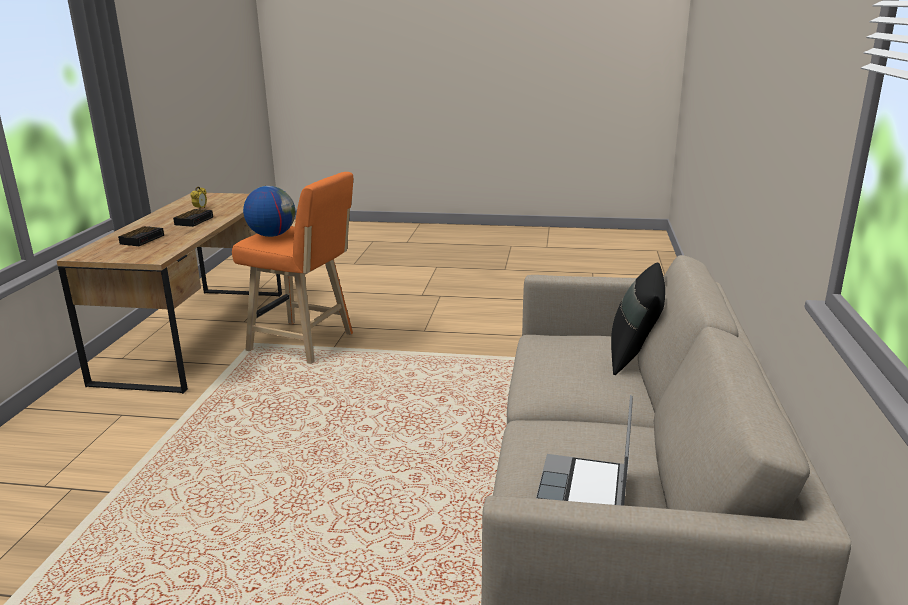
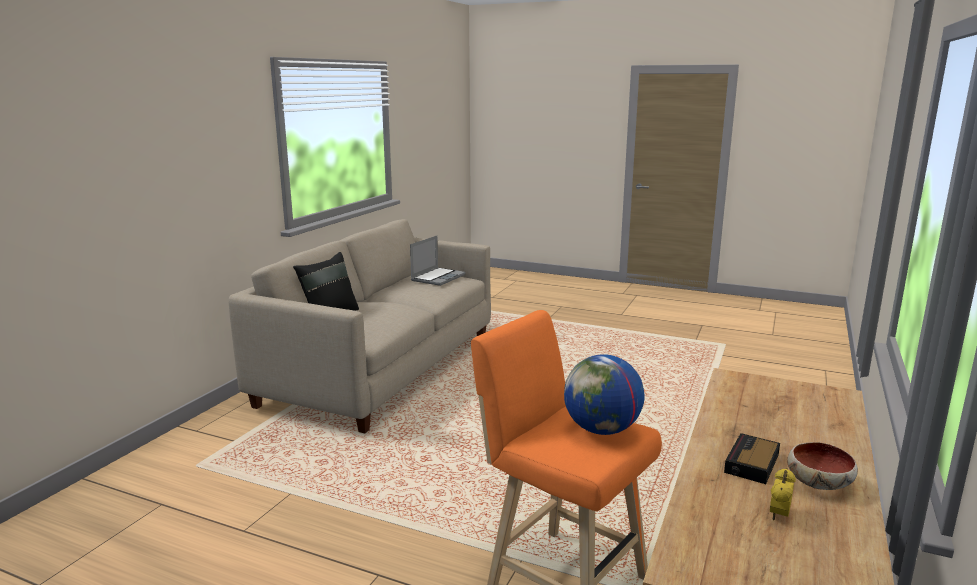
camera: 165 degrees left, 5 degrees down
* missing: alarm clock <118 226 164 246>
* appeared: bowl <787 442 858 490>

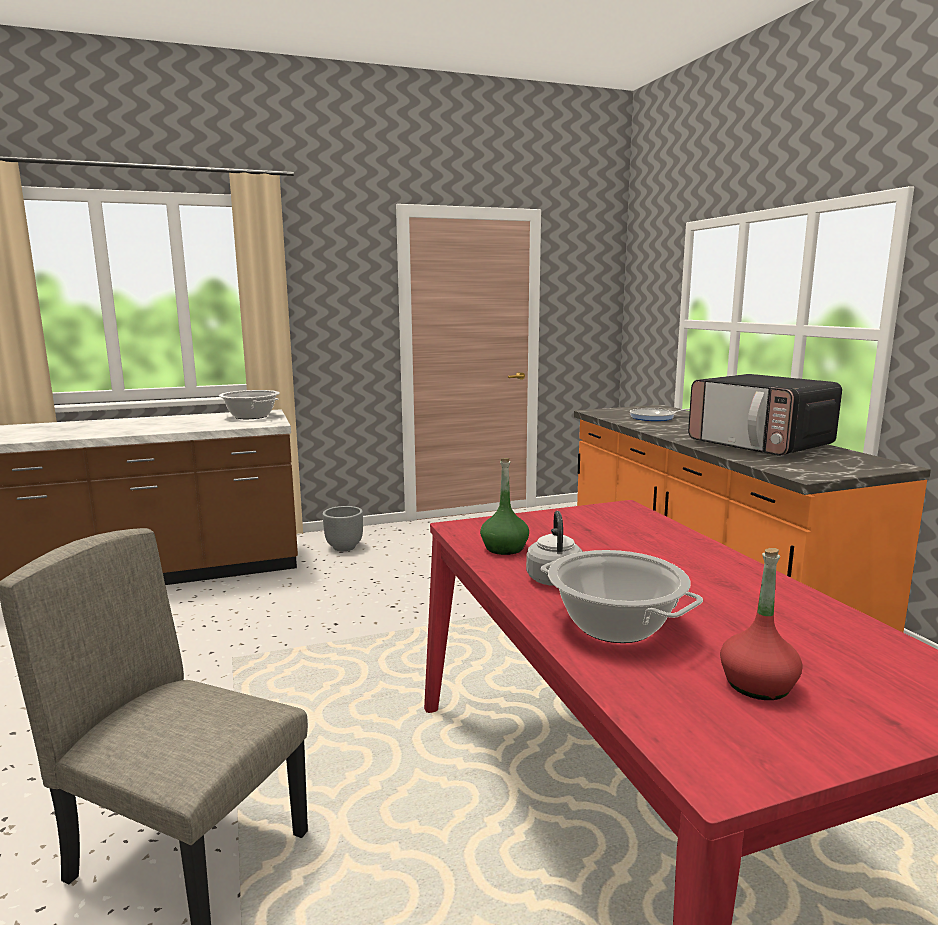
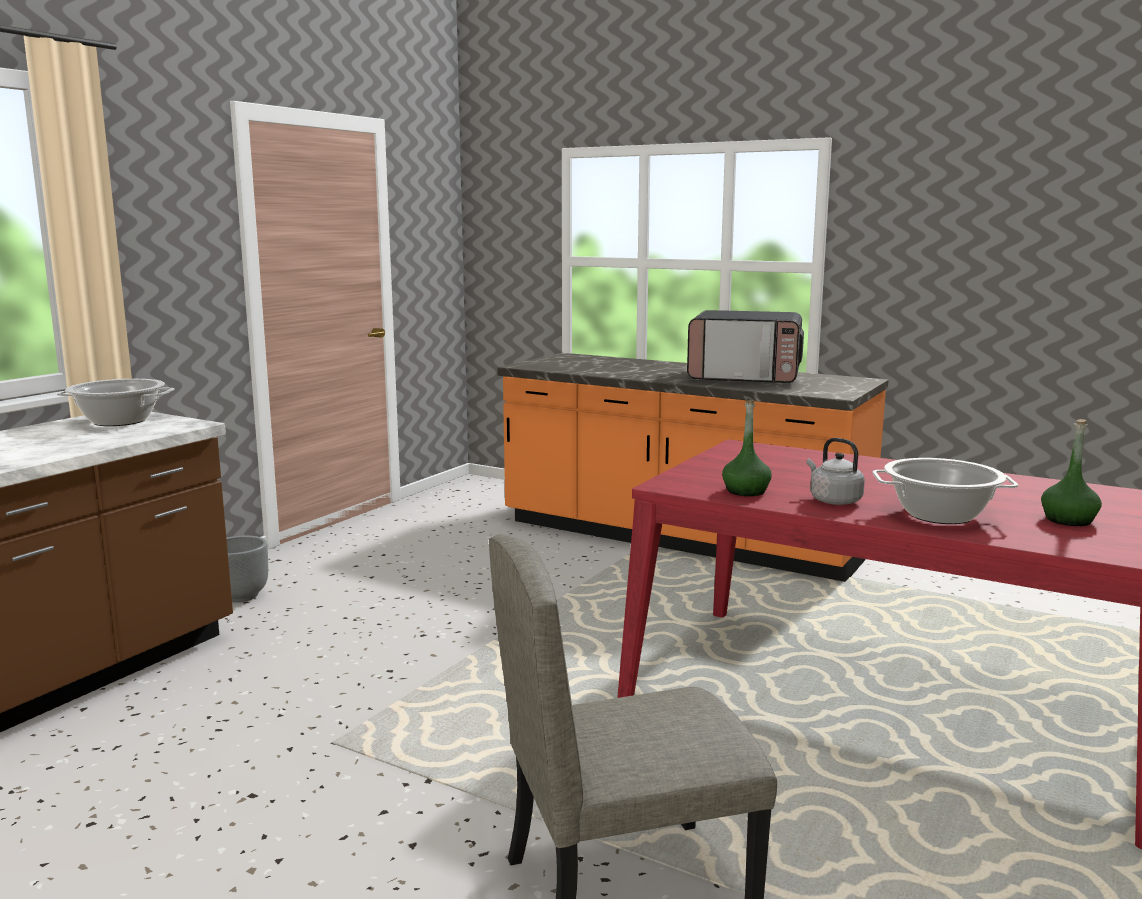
camera: 40 degrees left, 0 degrees up
* missing: frying pan <630 408 690 421>
* colour: red bottle <720 548 803 700> to green bottle <1041 419 1102 526>

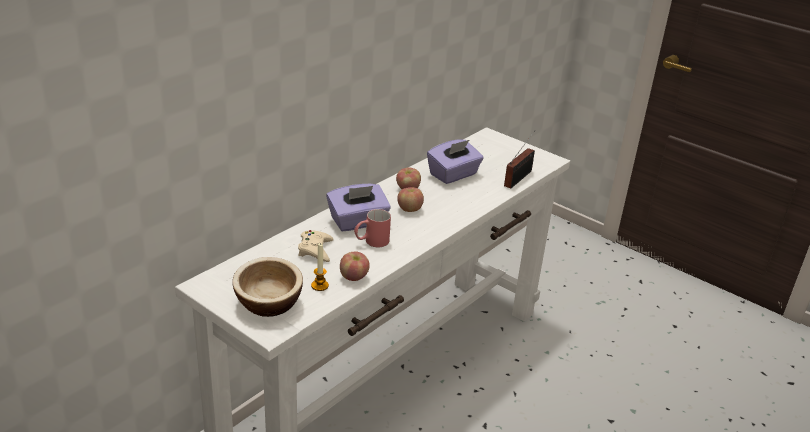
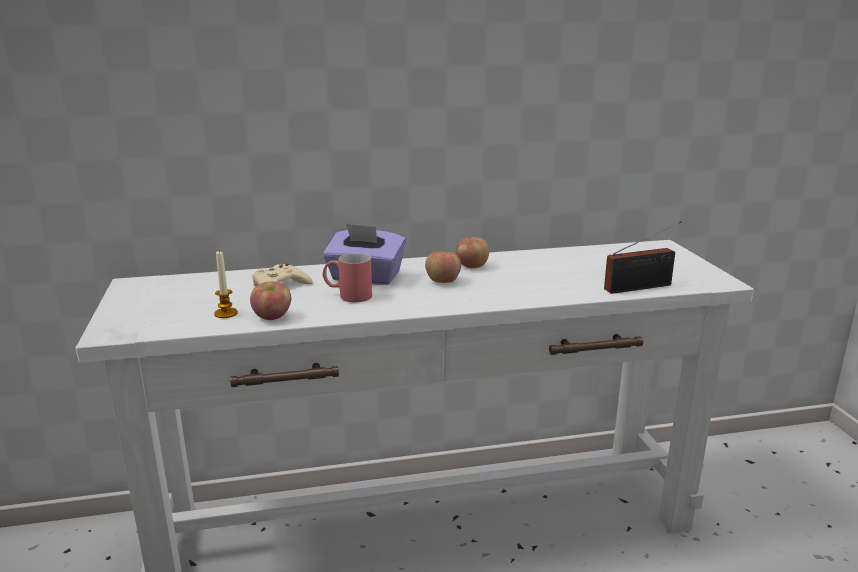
camera: 40 degrees right, 10 degrees down
* missing: purple tissue box <427 139 484 184>
* missing: bowl <232 257 303 317>

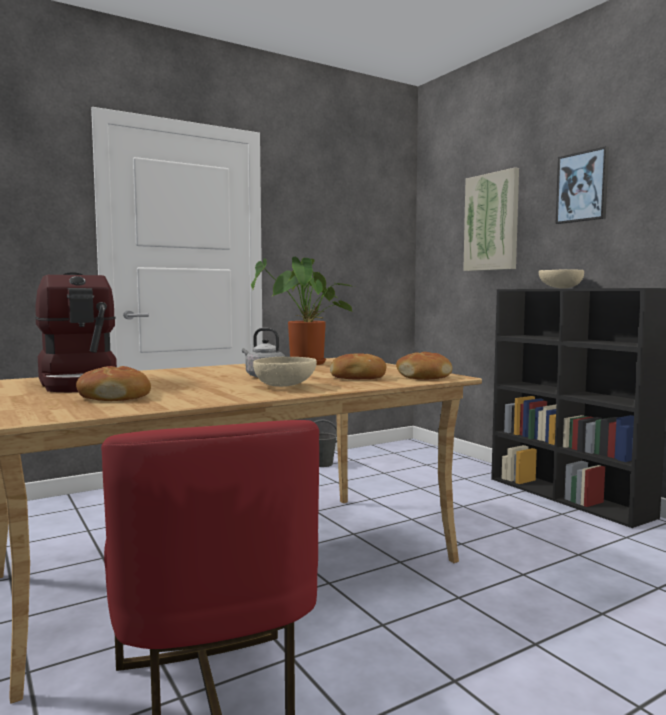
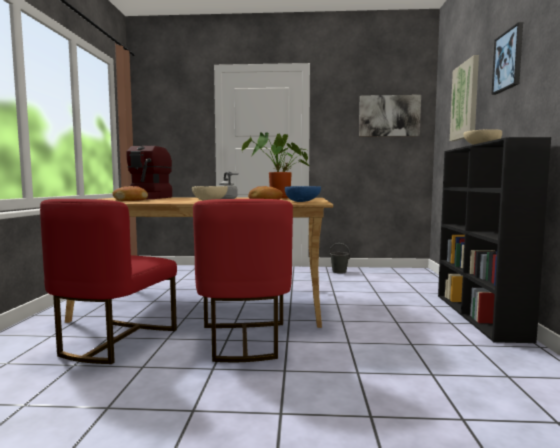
camera: 35 degrees right, 0 degrees up
* exchanged: bread <396 352 452 379> to blue bowl <285 186 321 202>
* appeared: picture <359 95 421 136>
* appeared: red chair <193 199 293 362>

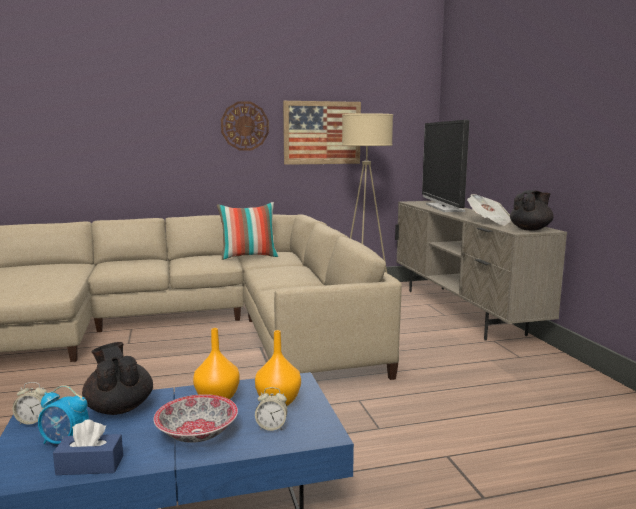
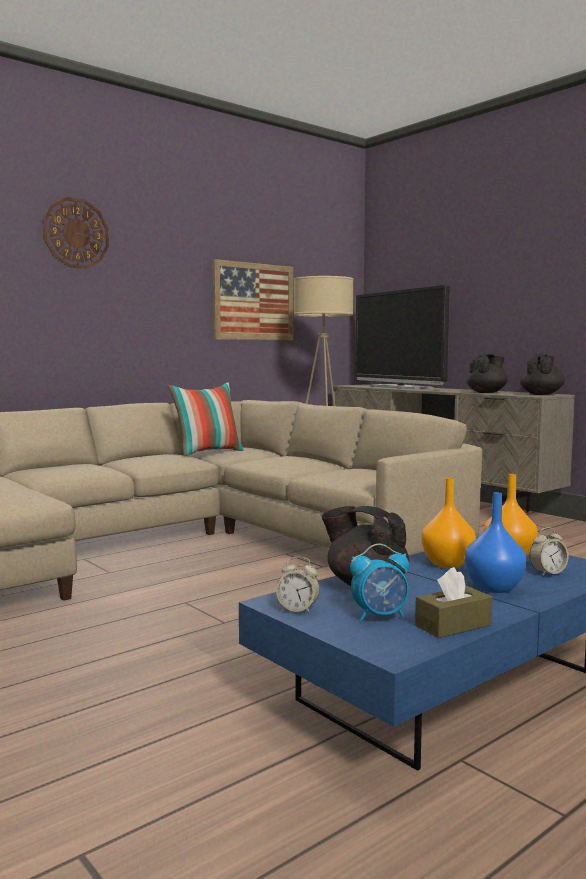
camera: 25 degrees left, 5 degrees down
* relocated: wall clock <221 101 269 150> to <43 197 109 269>
* exchanged: newspaper <467 194 511 226> to black teapot <466 354 508 393>
* spun: alarm clock <12 382 47 425> = <276 557 320 613> 45 degrees clockwise
* exchanged: bowl <153 394 238 443> to blue vase <465 492 527 593>
* colour: blue tissue box <53 419 123 475> to brown tissue box <415 567 492 638>

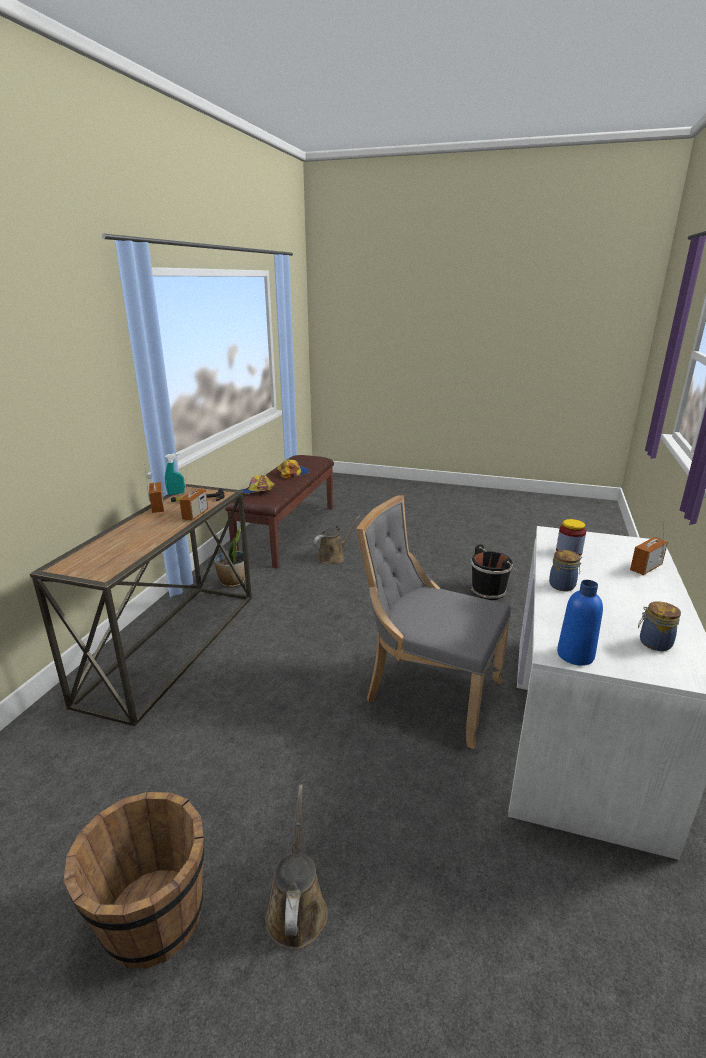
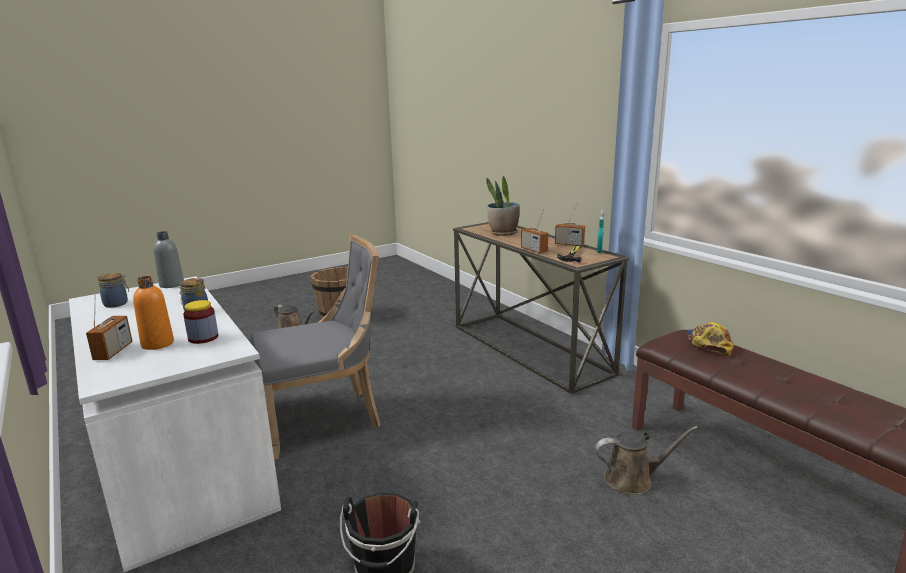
camera: 130 degrees right, 5 degrees down
* missing: cap <277 459 309 478>
* spun: brown watering can <313 516 360 564> = <595 426 699 495> 90 degrees counterclockwise
* relocated: potted plant <214 527 245 588> to <486 176 519 236>
* colour: blue bottle <557 580 603 666> to grey bottle <153 231 184 288>
* appeared: orange bottle <133 276 174 350>

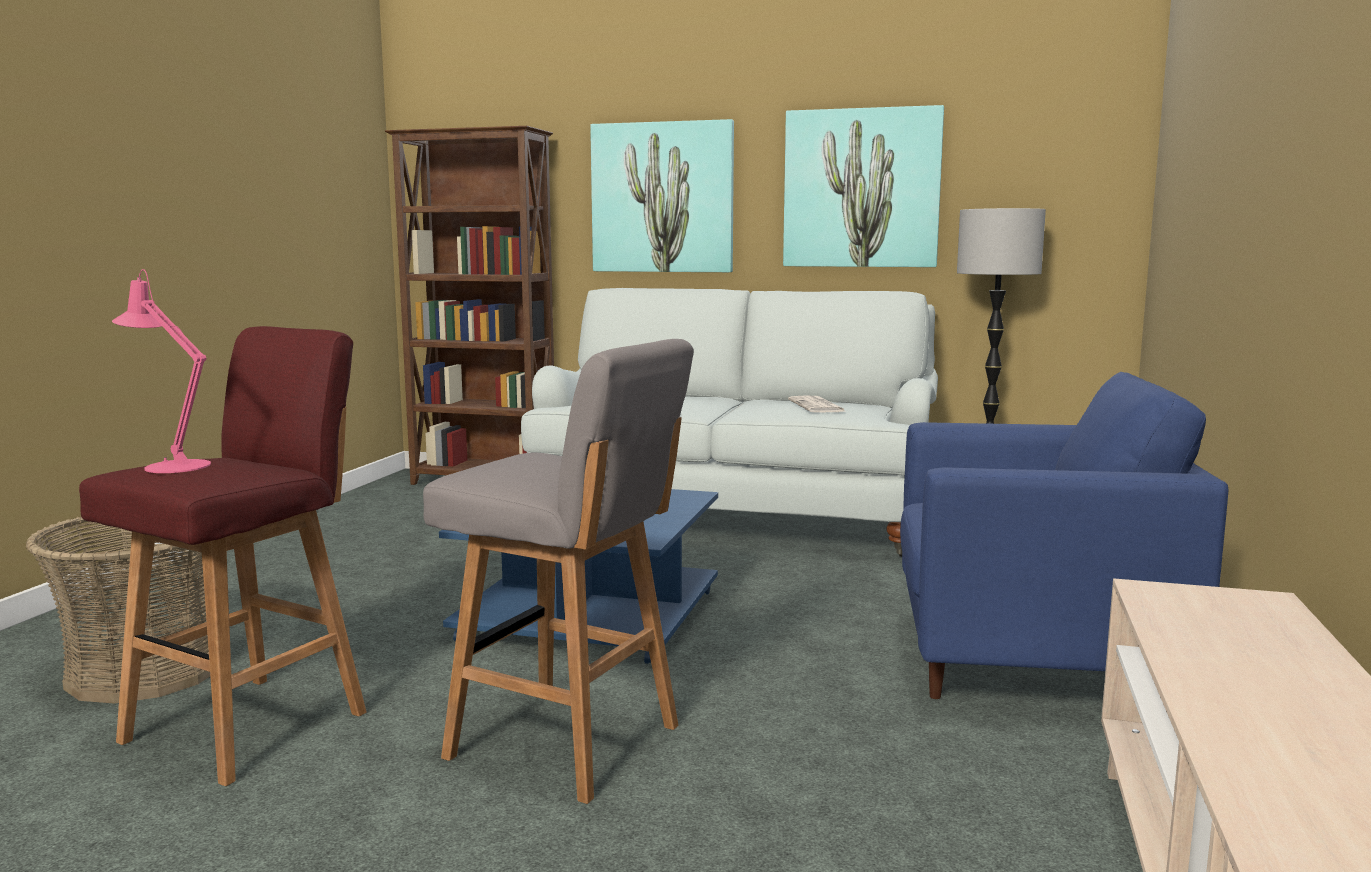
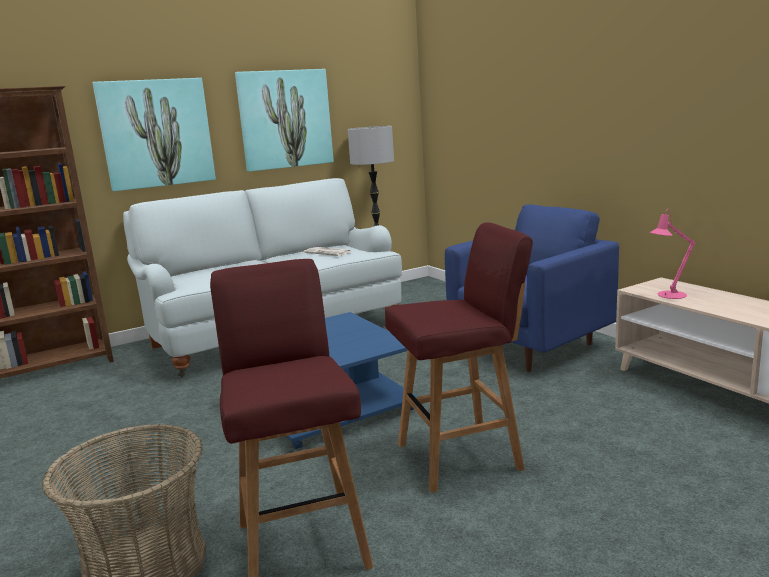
camera: 45 degrees left, 5 degrees up
* relocated: pink table lamp <112 269 211 473> to <650 209 696 299>
* colour: grey stool <423 339 694 804> to red stool <385 222 533 493>

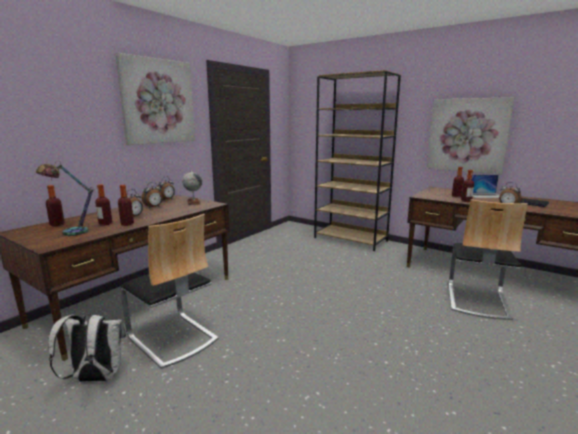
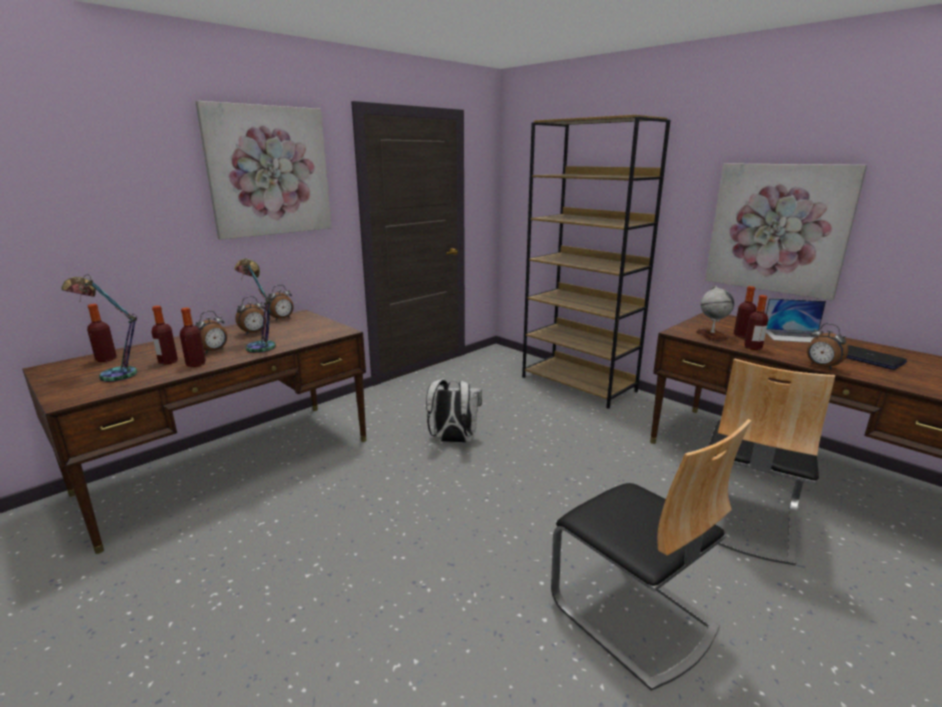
camera: 10 degrees right, 5 degrees up
* relocated: globe <182 170 202 205> to <696 286 734 341>
* relocated: chair <121 214 219 369> to <551 419 751 691>
* relocated: white backpack <48 314 126 382> to <426 379 482 443>
* appeared: table lamp <234 258 276 353>

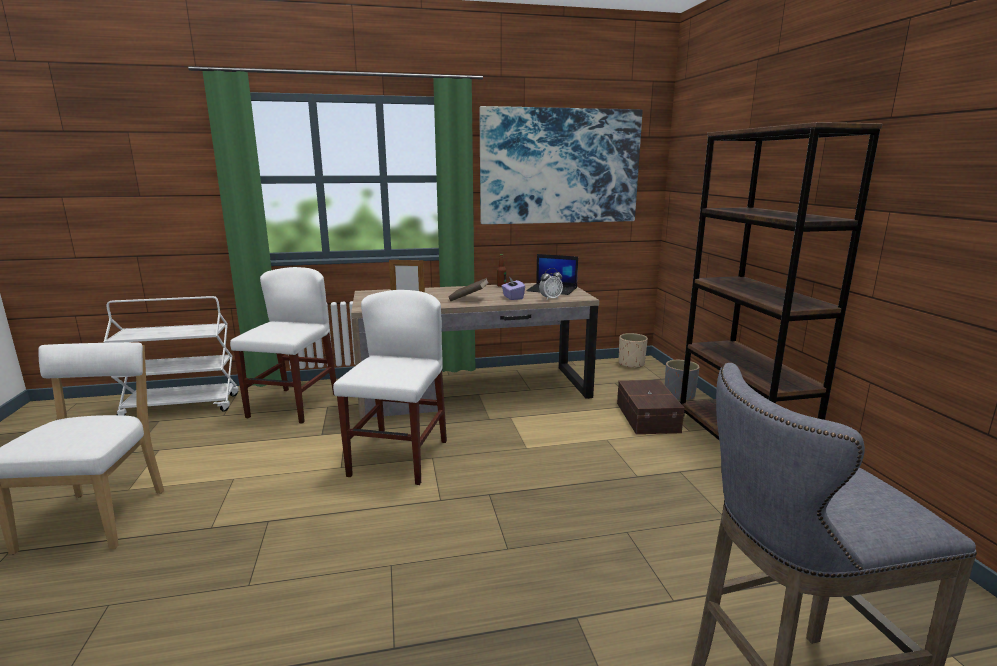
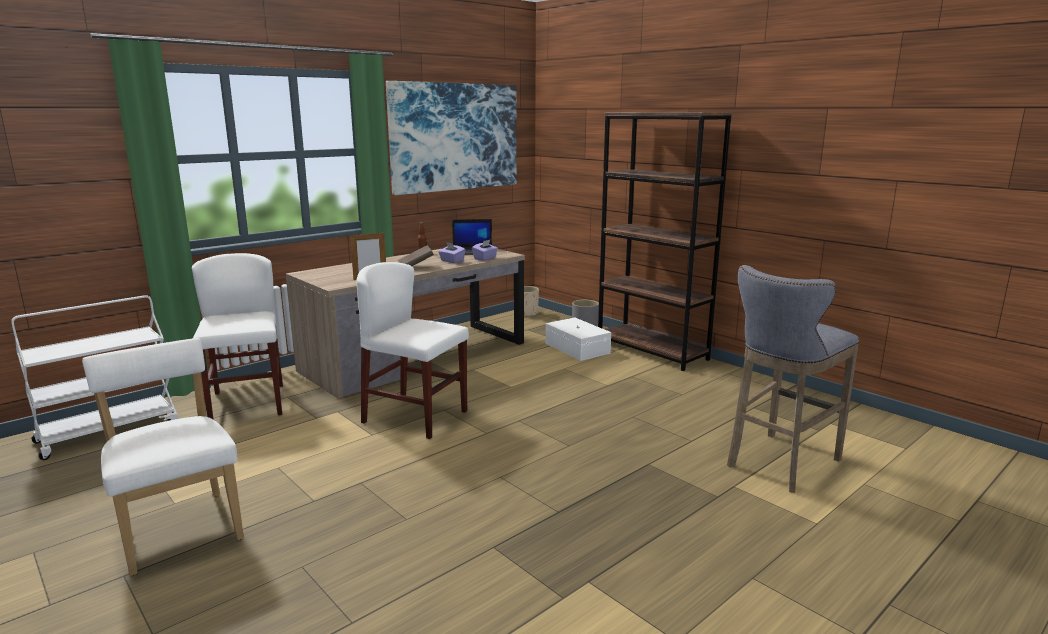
camera: 30 degrees left, 0 degrees up
* exchanged: alarm clock <539 268 563 300> to purple tissue box <472 239 498 261>
* spun: white chair <333 290 447 485> = <357 262 469 439> 45 degrees counterclockwise
* colour: brown storage box <617 380 684 434> to white storage box <546 317 611 361>

